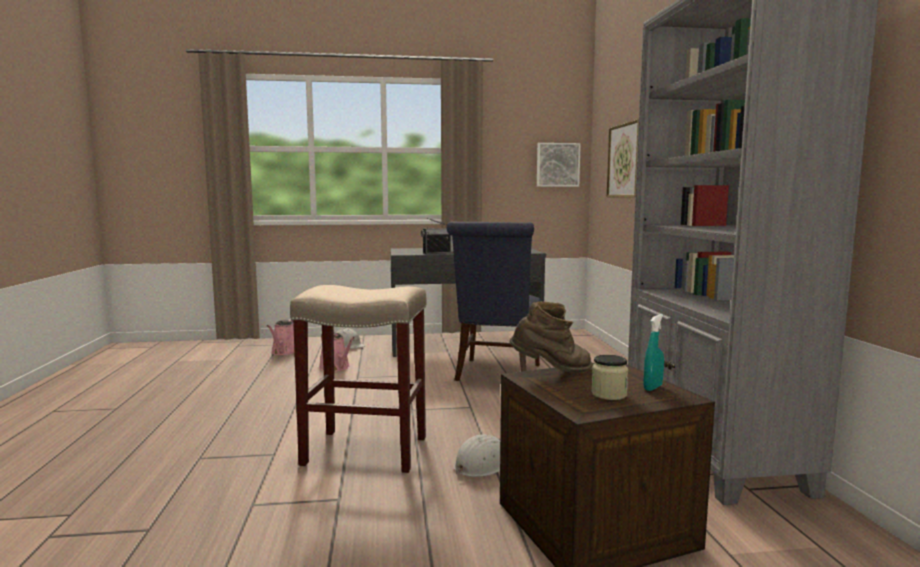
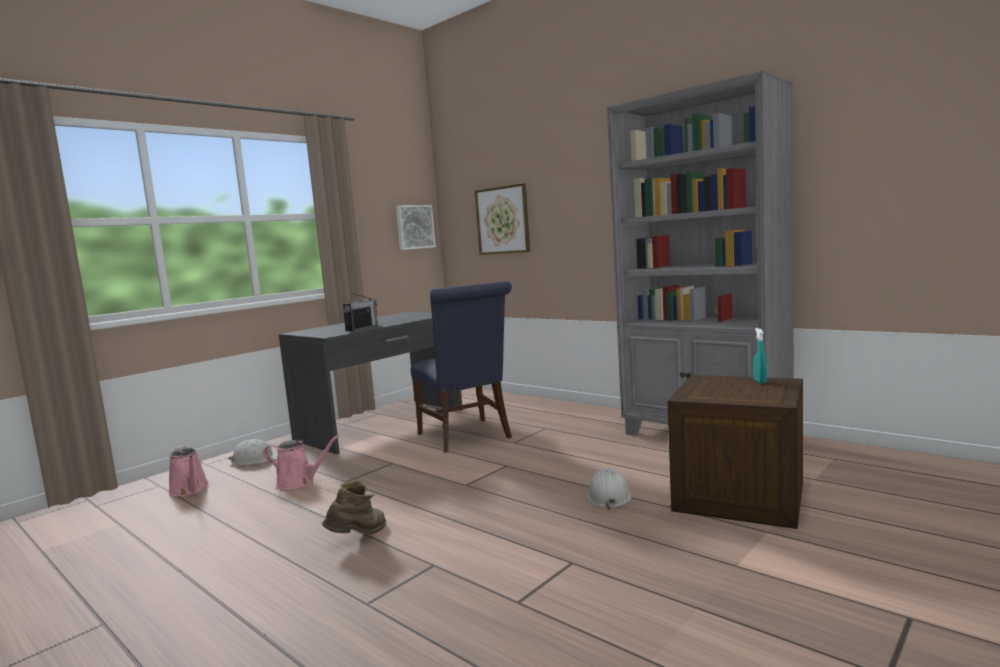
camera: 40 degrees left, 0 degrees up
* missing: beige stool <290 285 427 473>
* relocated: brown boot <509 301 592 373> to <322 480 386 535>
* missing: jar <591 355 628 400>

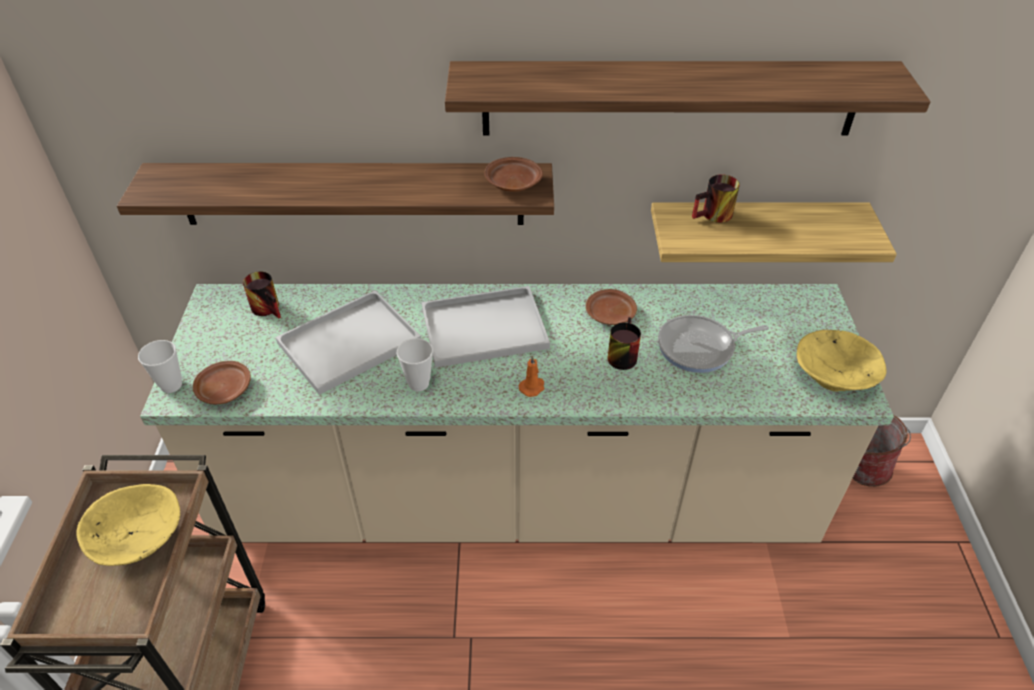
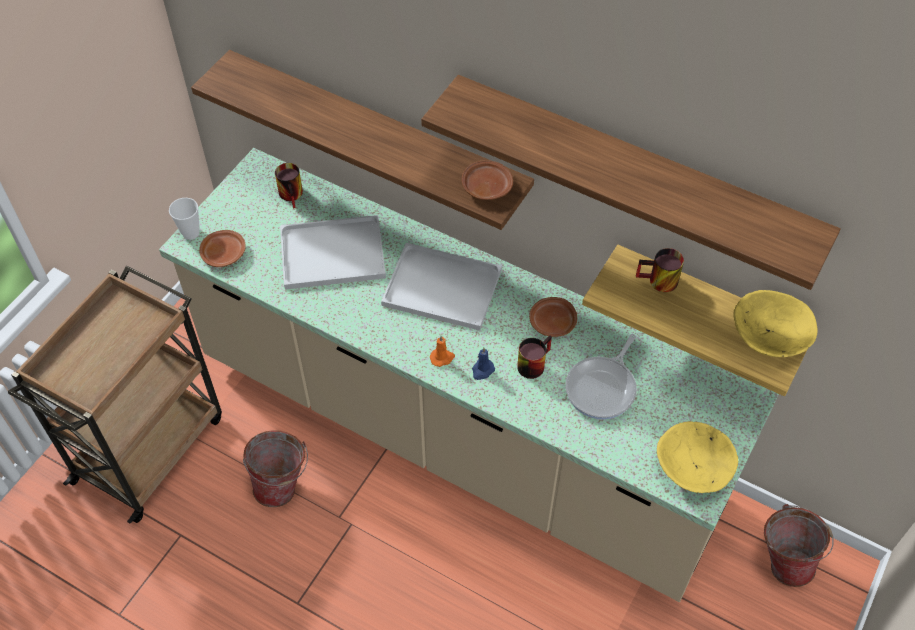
camera: 30 degrees right, 10 degrees up
* spun: frying pan <658 315 769 373> = <566 334 637 419> 75 degrees counterclockwise
* missing: cup <397 338 433 391>
* relocated: yellow bowl <76 484 180 566> to <733 290 818 357>
* appeared: blue candle <472 348 495 380>
* appeared: bucket <243 430 308 507>

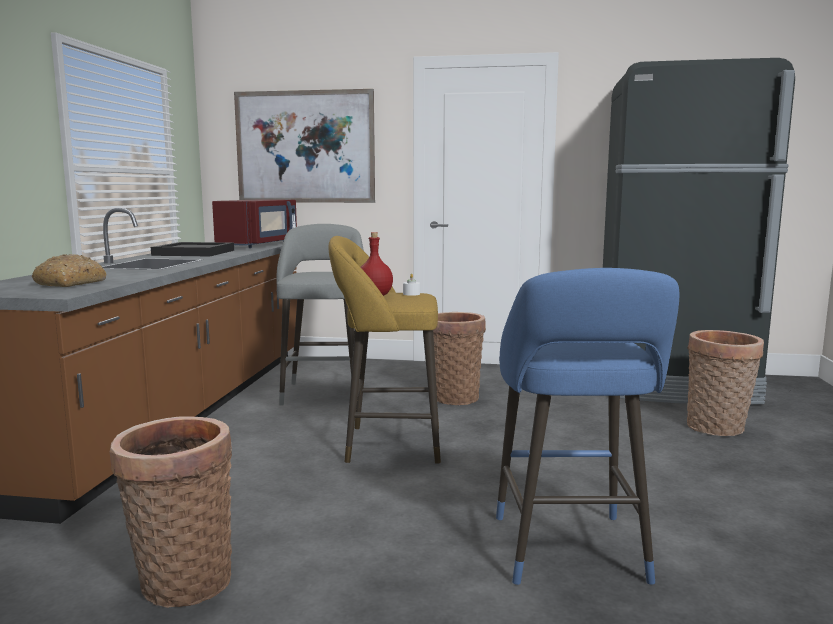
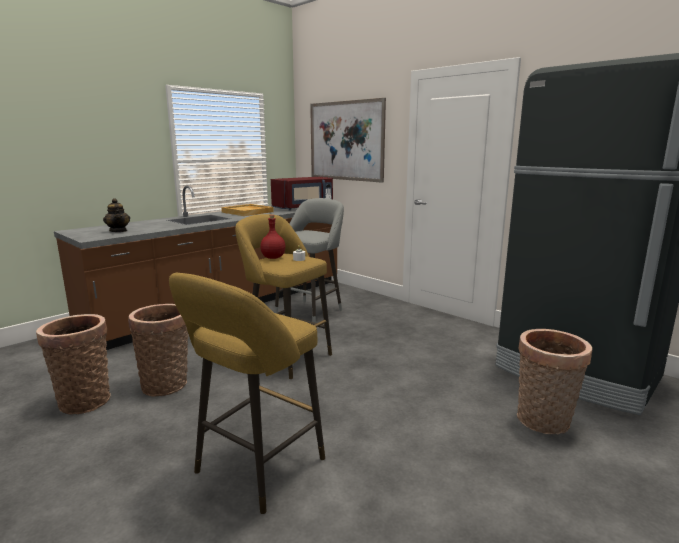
camera: 35 degrees right, 5 degrees up
* colour: black tray <151 242 234 256> to beige tray <221 204 274 216>
* exchanged: bread <32 254 107 287> to teapot <103 198 130 232>
* colour: blue stool <496 268 679 585> to yellow stool <169 273 325 514>
* relocated: basket <433 312 486 405> to <128 304 188 397>

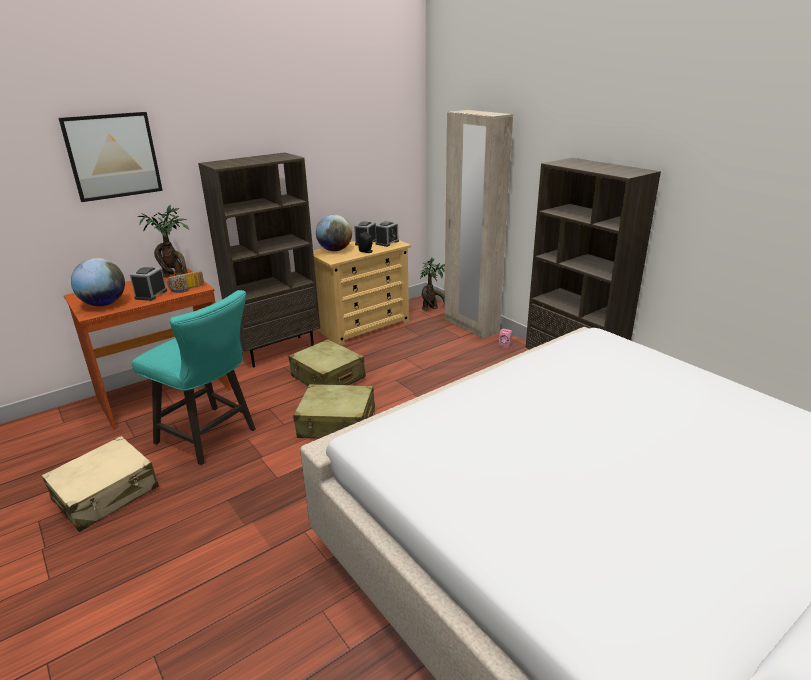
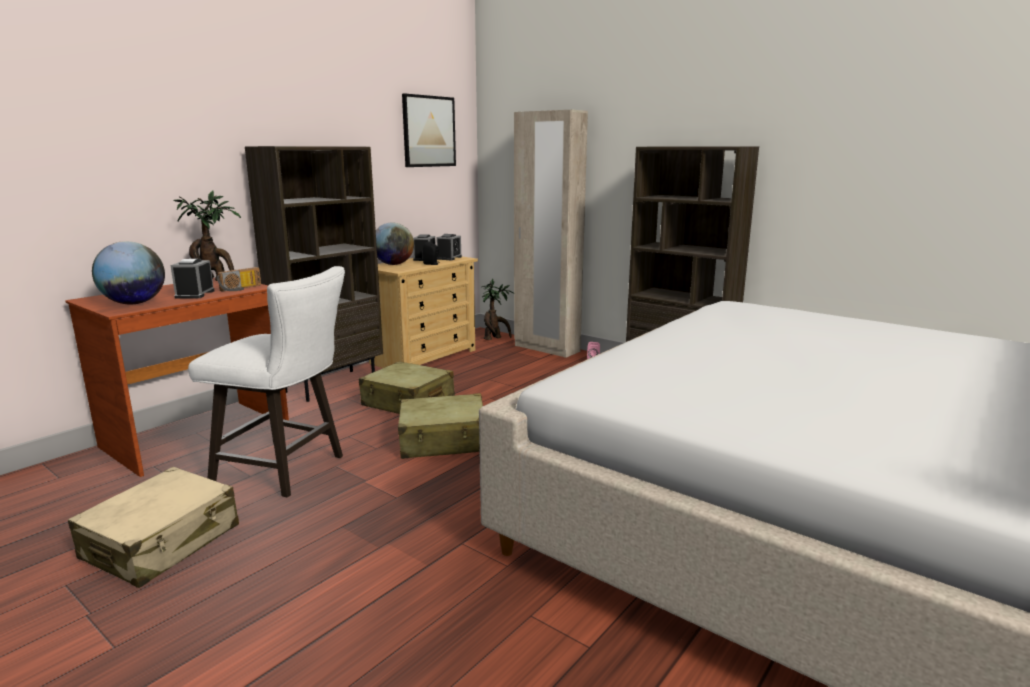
camera: 15 degrees left, 10 degrees down
* relocated: picture <58 112 163 202> to <402 93 456 167>
* colour: turquoise stool <132 290 256 465> to white stool <188 266 345 497>

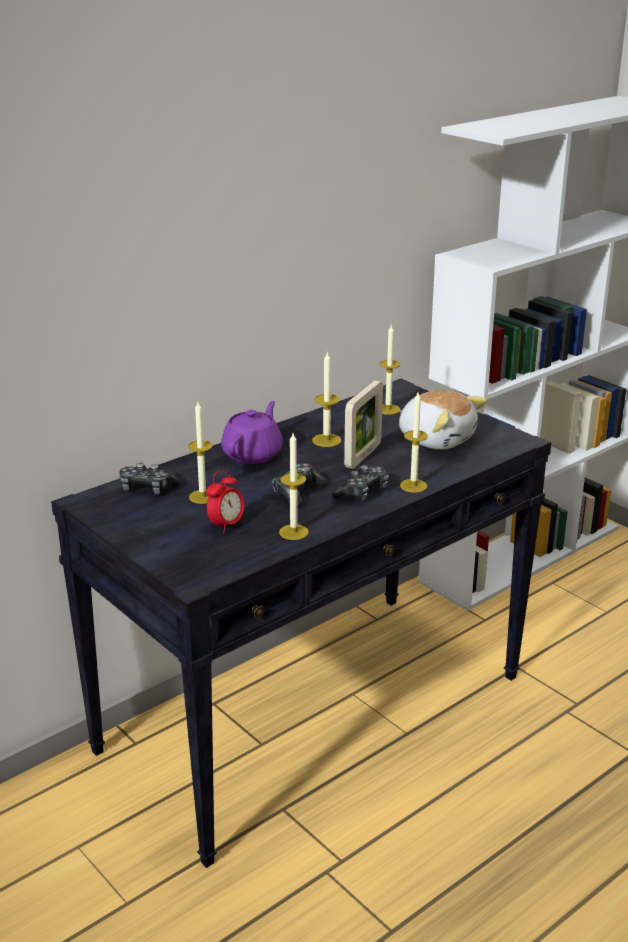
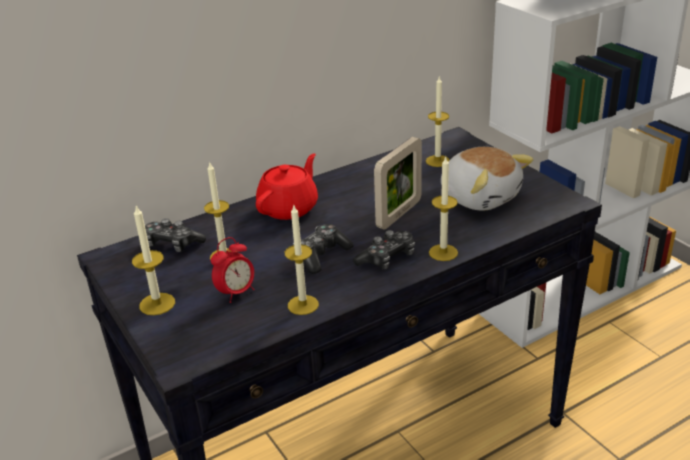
camera: 10 degrees right, 5 degrees up
* relocated: candle <312 351 341 447> to <132 206 175 315>
* colour: purple teapot <221 401 283 464> to red teapot <256 153 318 220>

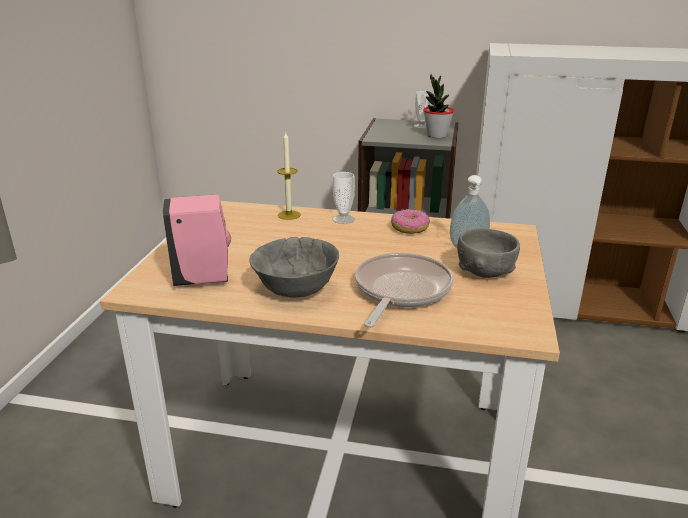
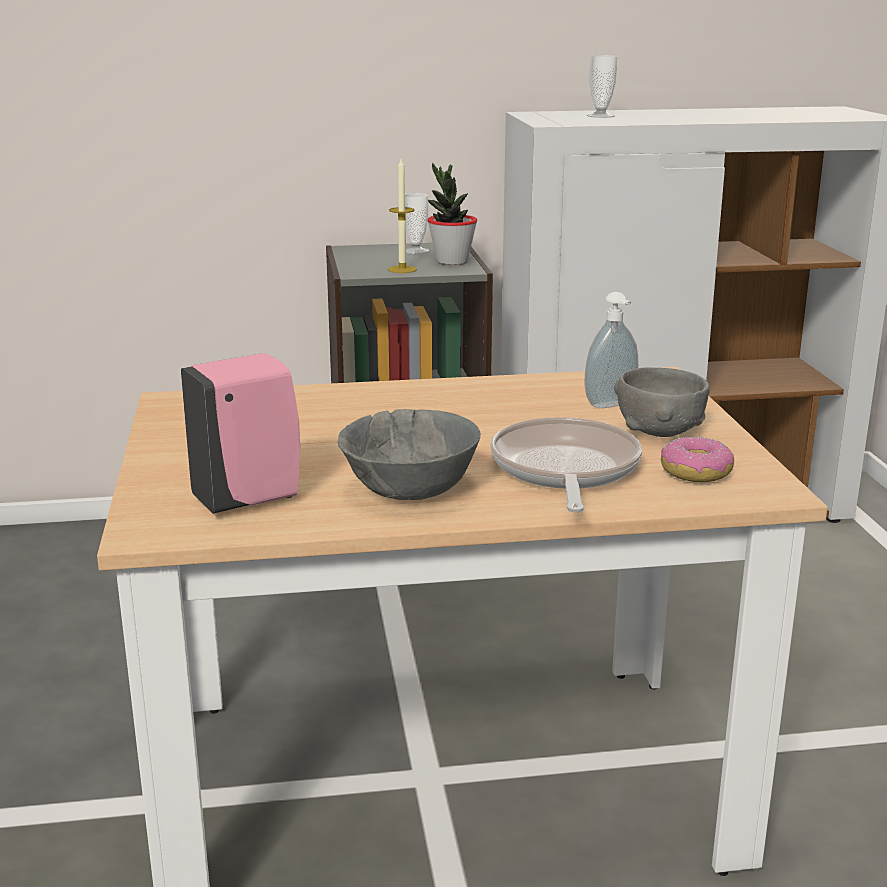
camera: 20 degrees left, 5 degrees down
* relocated: candle <277 131 301 220> to <388 159 417 273>
* relocated: cup <333 172 355 224> to <587 55 617 118>
* relocated: donut <391 209 430 234> to <661 436 734 482>

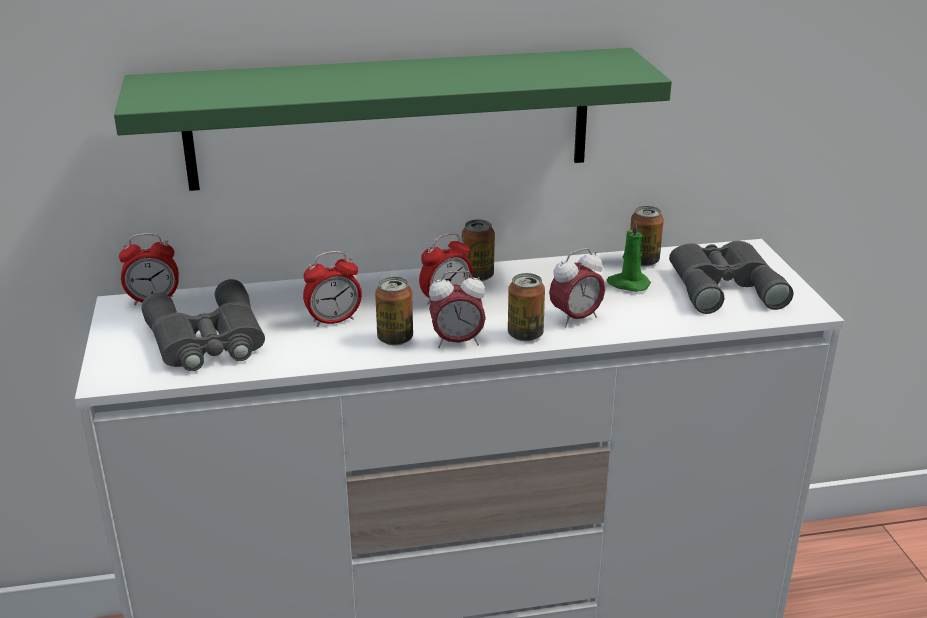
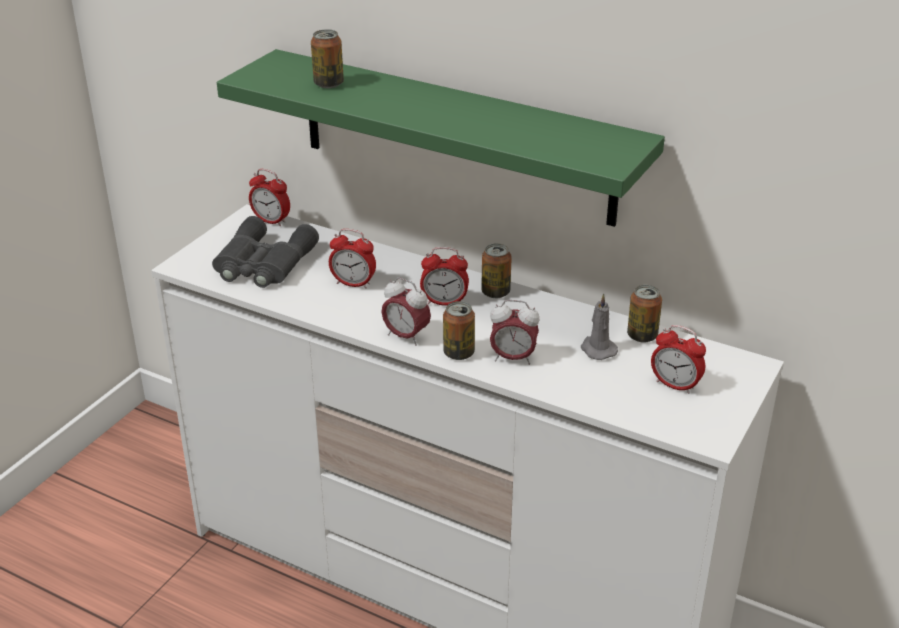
camera: 40 degrees right, 5 degrees up
* colour: green candle <607 219 651 292> to grey candle <581 293 618 360>
* exchanged: grey binoculars <669 241 793 314> to alarm clock <651 325 706 394>
* relocated: can <375 277 413 345> to <311 29 344 88>

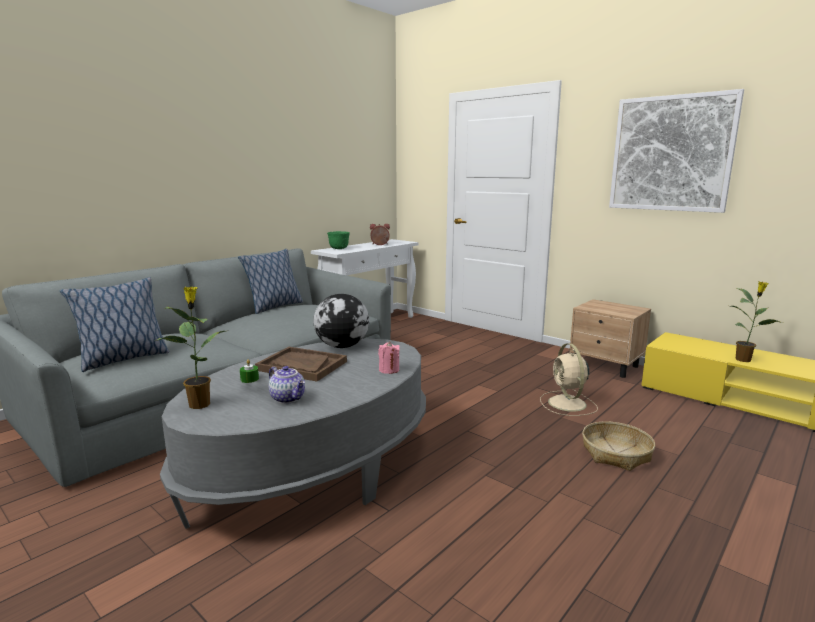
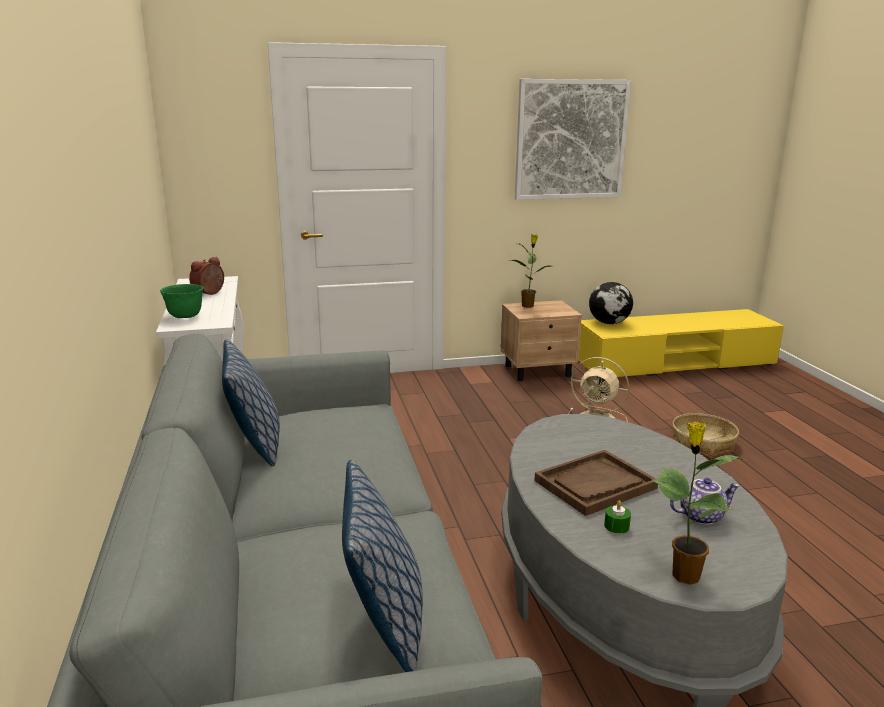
camera: 55 degrees left, 5 degrees up
* relocated: potted plant <731 281 783 362> to <511 234 555 308>
* relocated: globe <313 294 369 348> to <589 282 633 324>
* missing: pink candle <378 342 400 374>

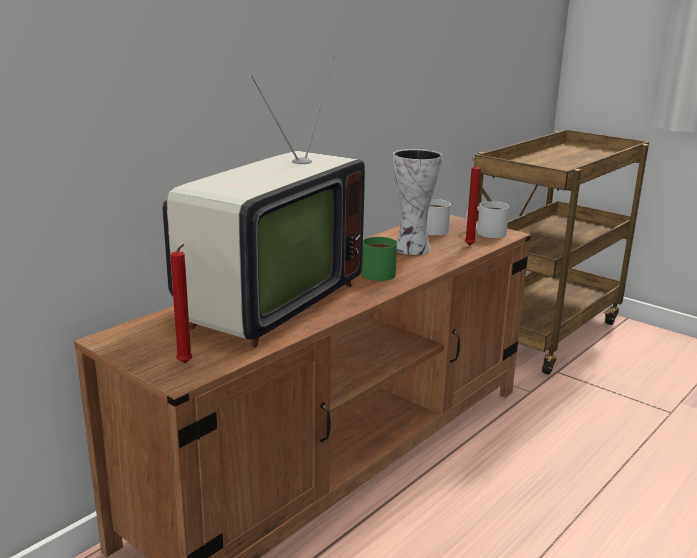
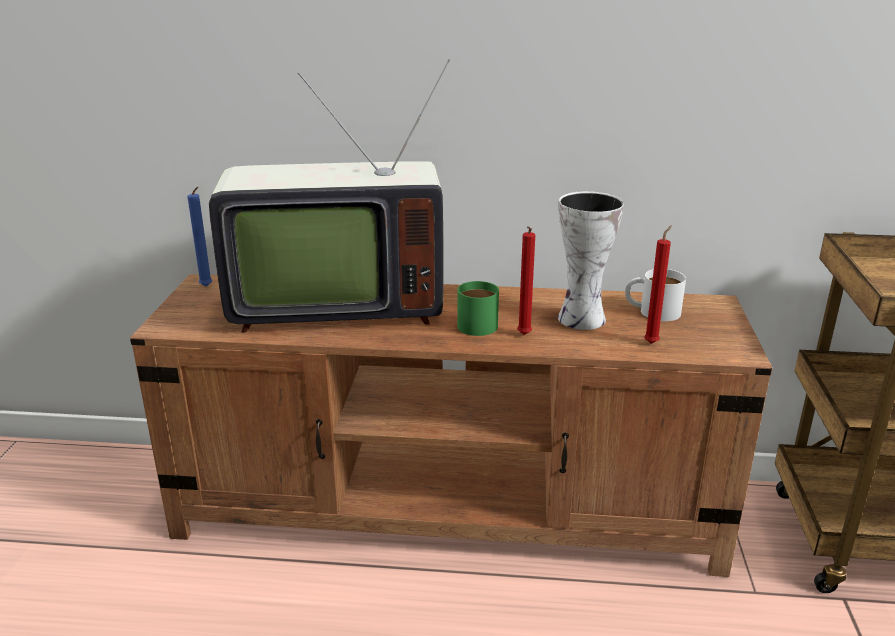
camera: 55 degrees right, 5 degrees up
* missing: white mug <466 201 509 238>
* relocated: red candle <170 244 193 363> to <517 226 535 335>
* appeared: blue candle <187 187 212 287>

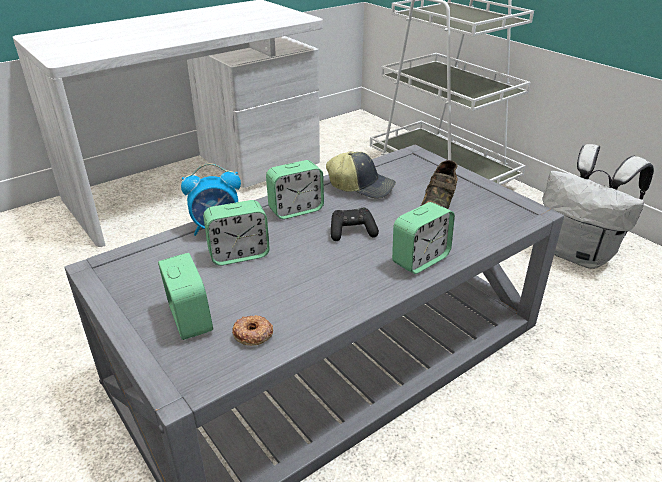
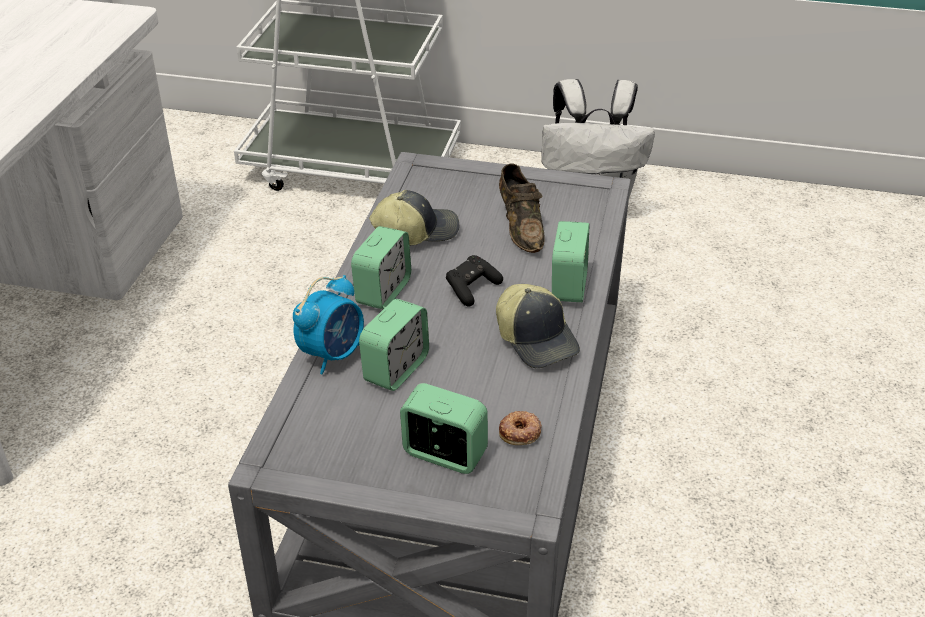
camera: 40 degrees left, 5 degrees up
* appeared: cap <496 284 580 368>

